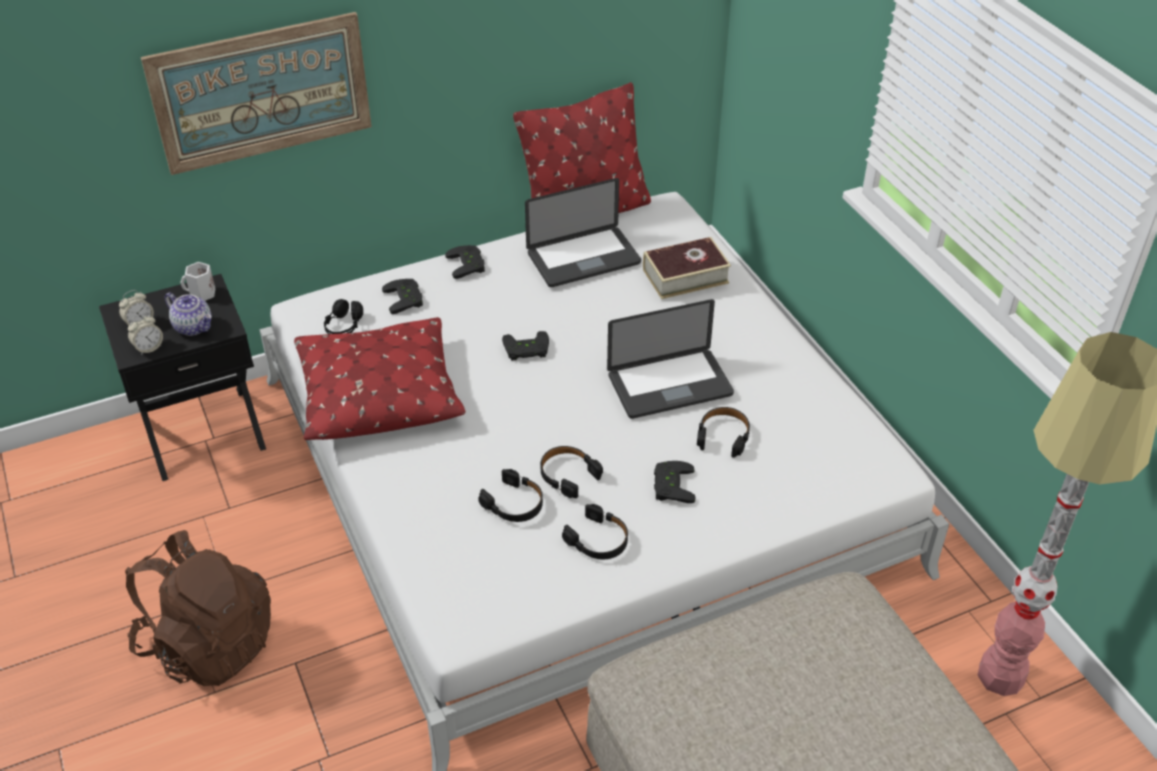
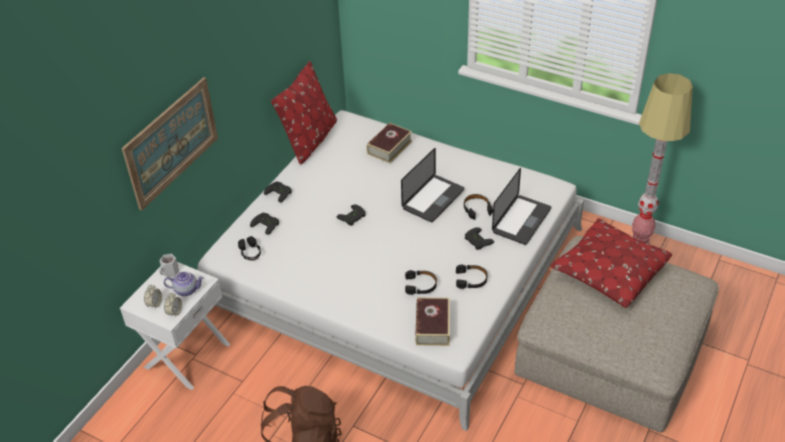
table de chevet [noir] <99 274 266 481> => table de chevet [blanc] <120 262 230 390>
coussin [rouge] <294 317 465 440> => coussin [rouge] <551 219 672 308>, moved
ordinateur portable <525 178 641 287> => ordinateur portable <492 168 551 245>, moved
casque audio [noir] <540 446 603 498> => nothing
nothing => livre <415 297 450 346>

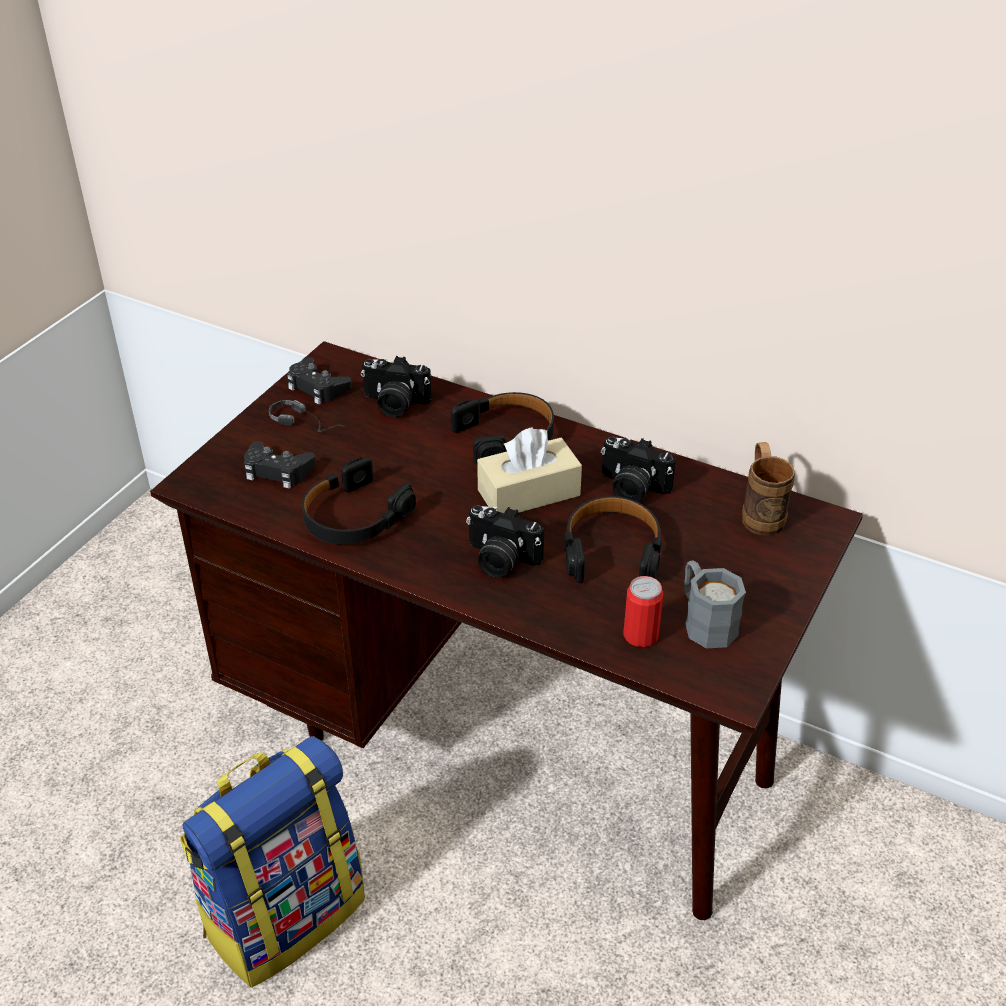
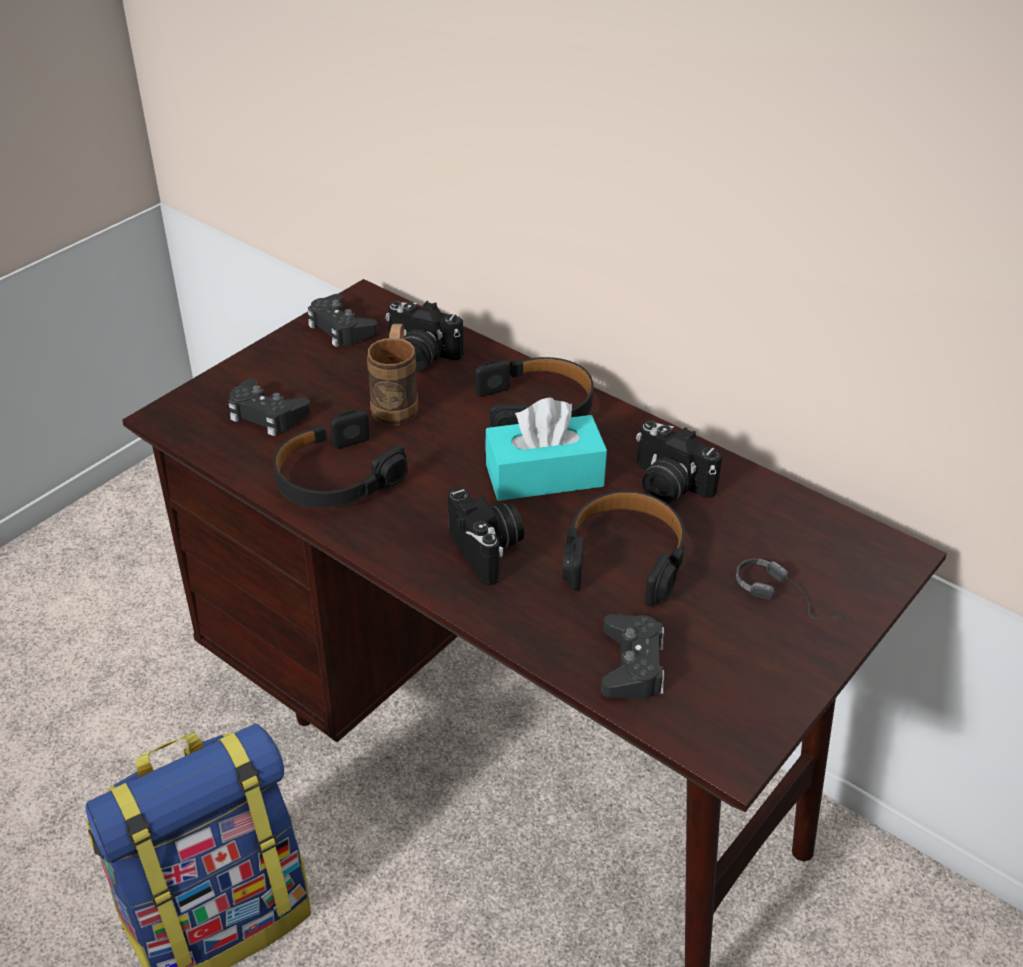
casque audio <269 400 345 432> => casque audio <736 559 857 620>, moved
appareil photo <466 505 544 578> => appareil photo <448 487 524 586>, 150 degrees counterclockwise
boîte à mouchoirs [beige] <477 427 582 513> => boîte à mouchoirs [turquoise] <485 397 607 501>
boîte métallique <624 576 663 647> => manette [noir] <601 614 664 699>
mug [gris] <684 560 746 648> => nothing
mug [marron] <742 442 795 536> => mug [marron] <367 324 418 426>, moved

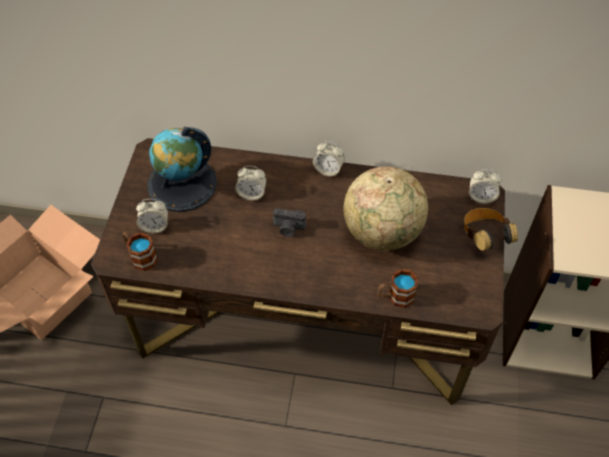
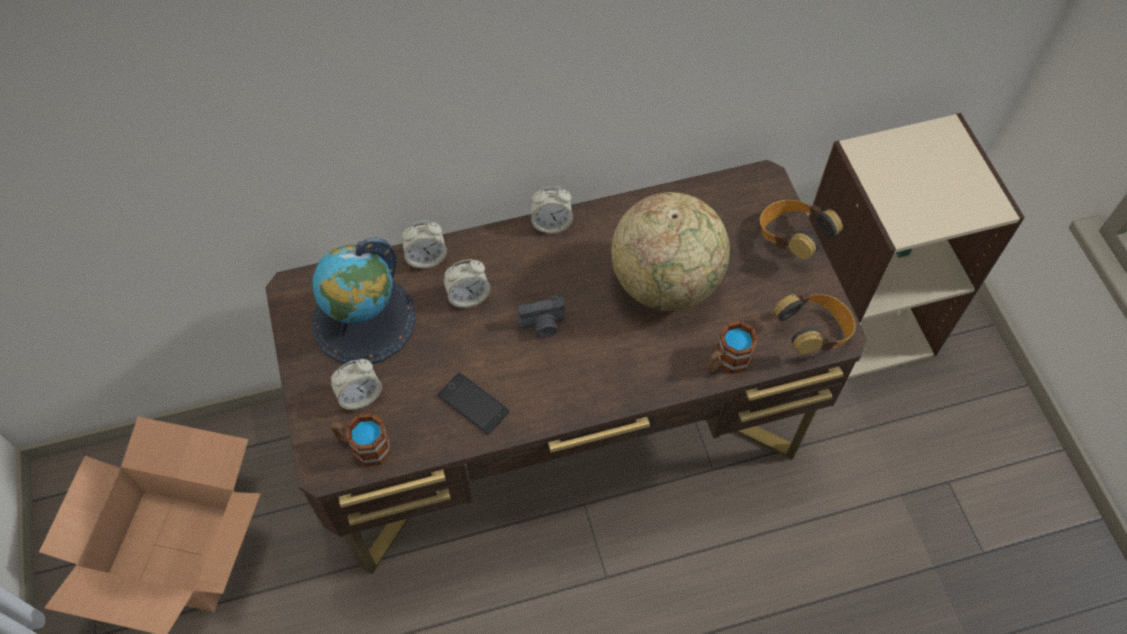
réveil <469 169 502 204> => réveil <402 220 447 269>, moved
nothing => téléphone <438 373 509 434>
nothing => casque audio <773 293 855 354>

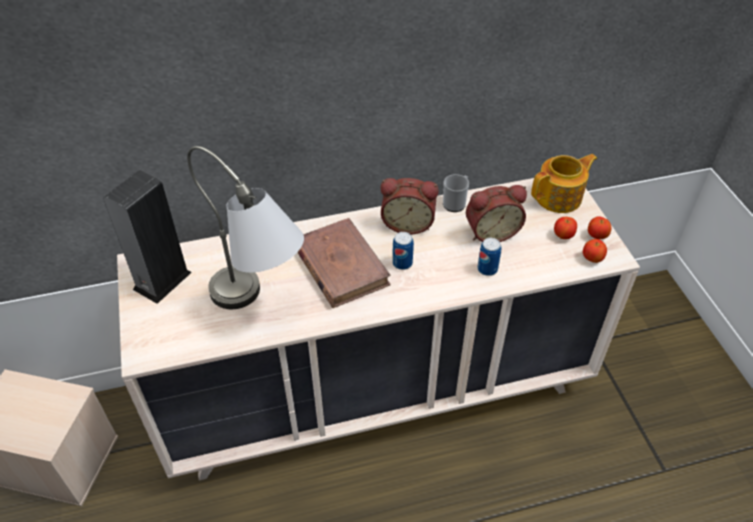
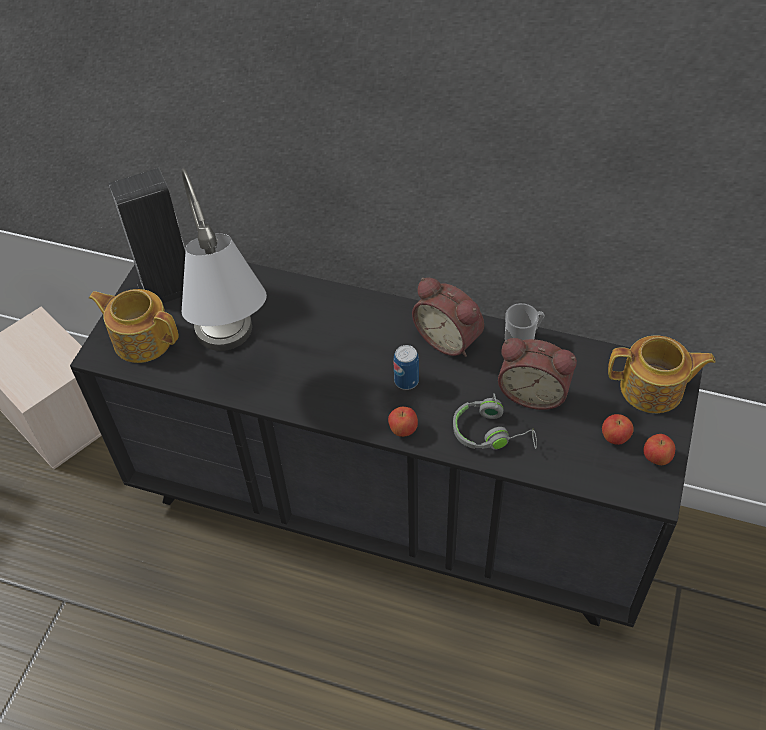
commode [beige] <117 178 640 481> => commode [noir] <70 250 703 627>
livre [marron] <297 218 391 308> => nothing
boîte métallique <477 238 501 276> => casque audio [gris] <453 394 537 450>
pomme <583 239 607 263> => pomme <388 407 418 437>, moved
nothing => théière <89 289 179 363>

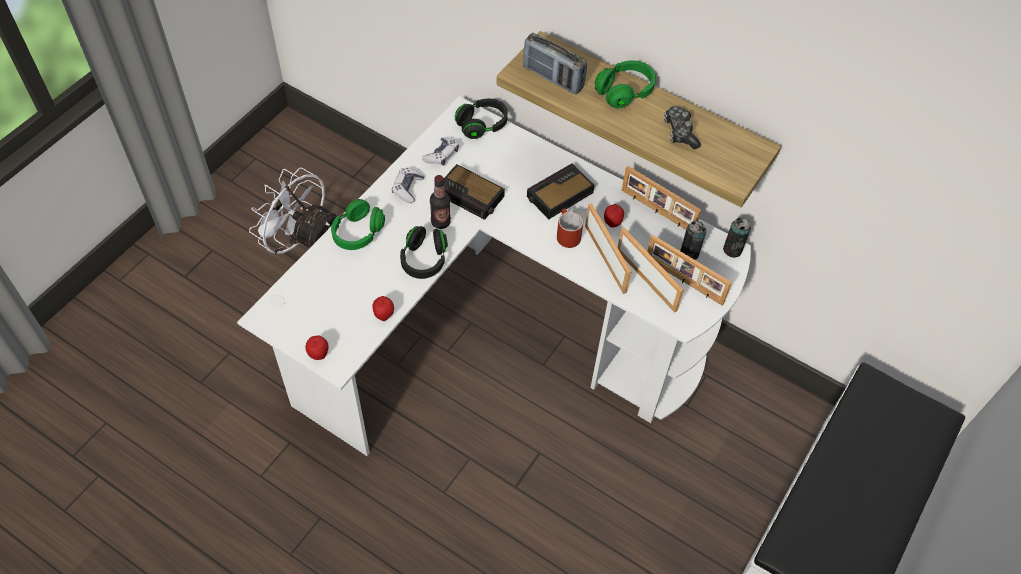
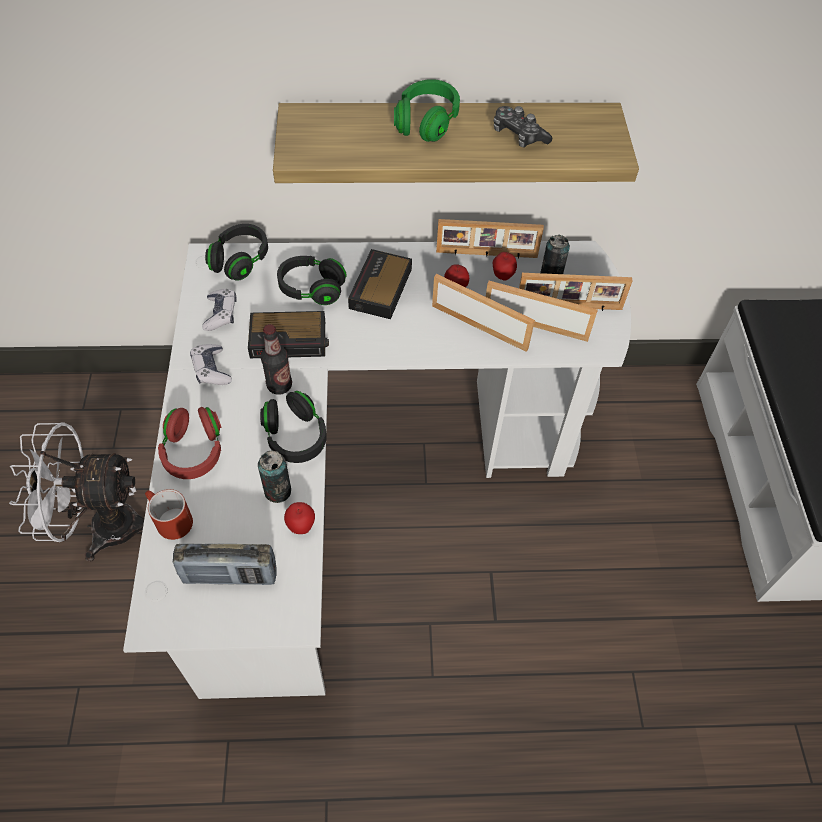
pomme <305 336 329 360> => pomme <493 252 517 281>, moved
casque audio [vert] <331 199 385 250> => casque audio [rouge] <158 407 221 479>
radio <523 33 587 95> => radio <173 544 277 585>, moved
mug [rouge] <557 208 583 248> => mug [rouge] <145 489 193 540>, moved
boîte métallique <723 218 751 258> => boîte métallique <258 451 291 503>, moved
nothing => casque audio [noir] <277 256 347 305>

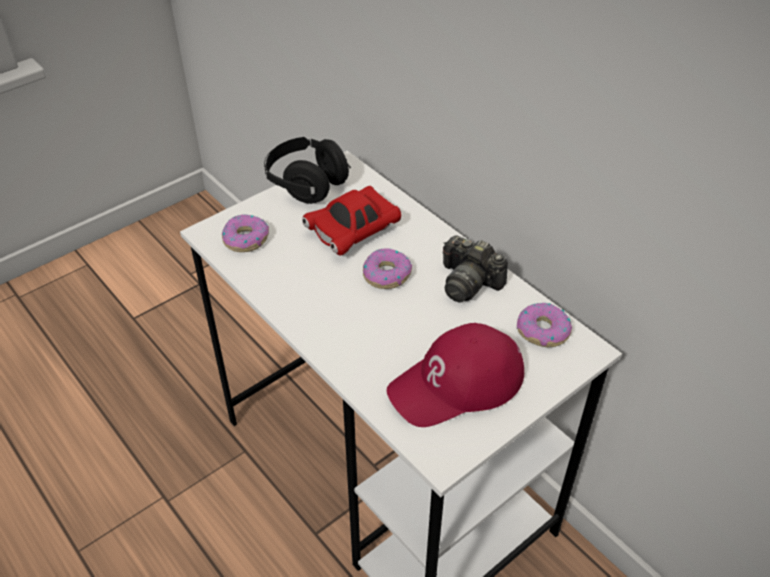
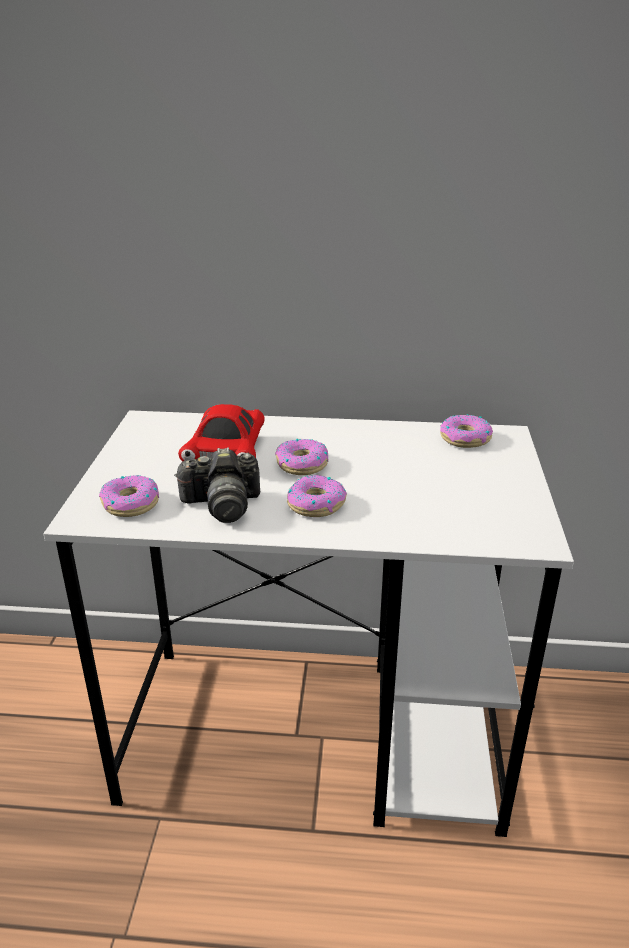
casque audio [noir] <264 137 351 204> => nothing
casquette [rouge] <387 323 524 427> => nothing
appareil photo <443 235 508 302> => appareil photo <174 447 260 523>, moved
nothing => beignet <287 475 347 517>

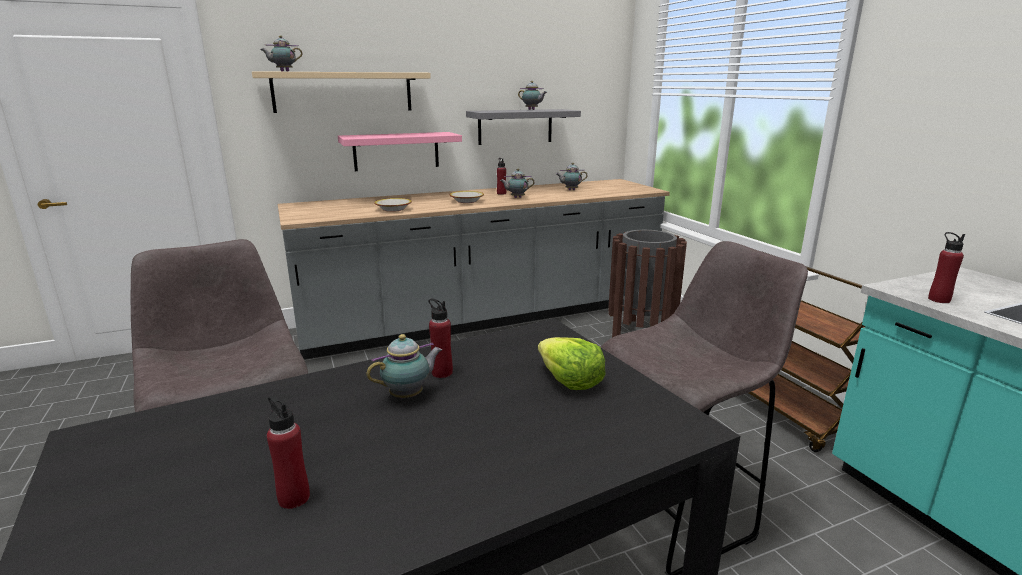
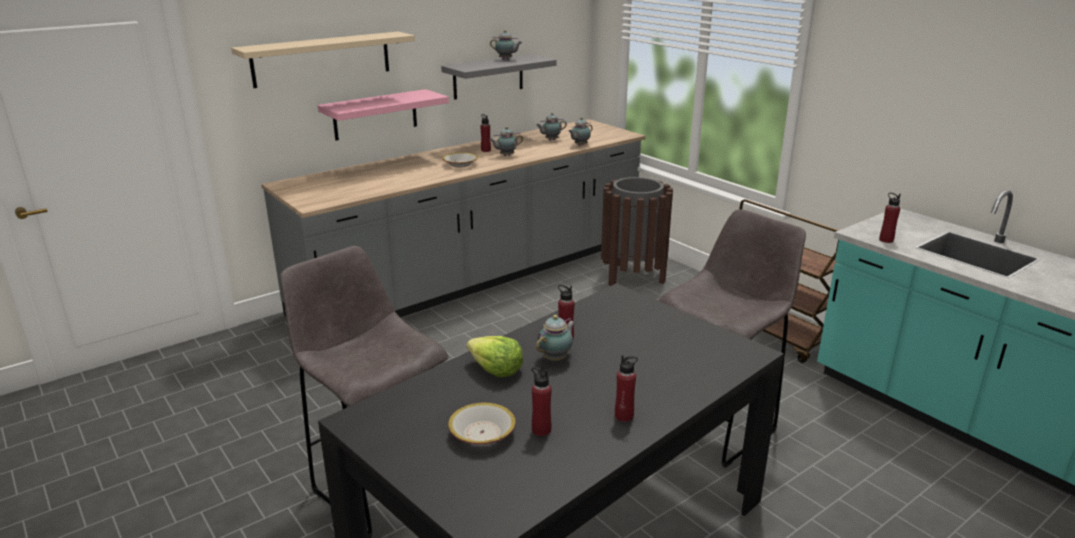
théière <260 36 303 72> => théière <568 117 593 146>, moved
bol <374 198 412 212> => bol <448 403 516 445>, moved
laitue <538 337 606 390> => laitue <467 336 523 377>, moved
nothing => bouteille [rouge] <615 355 638 422>

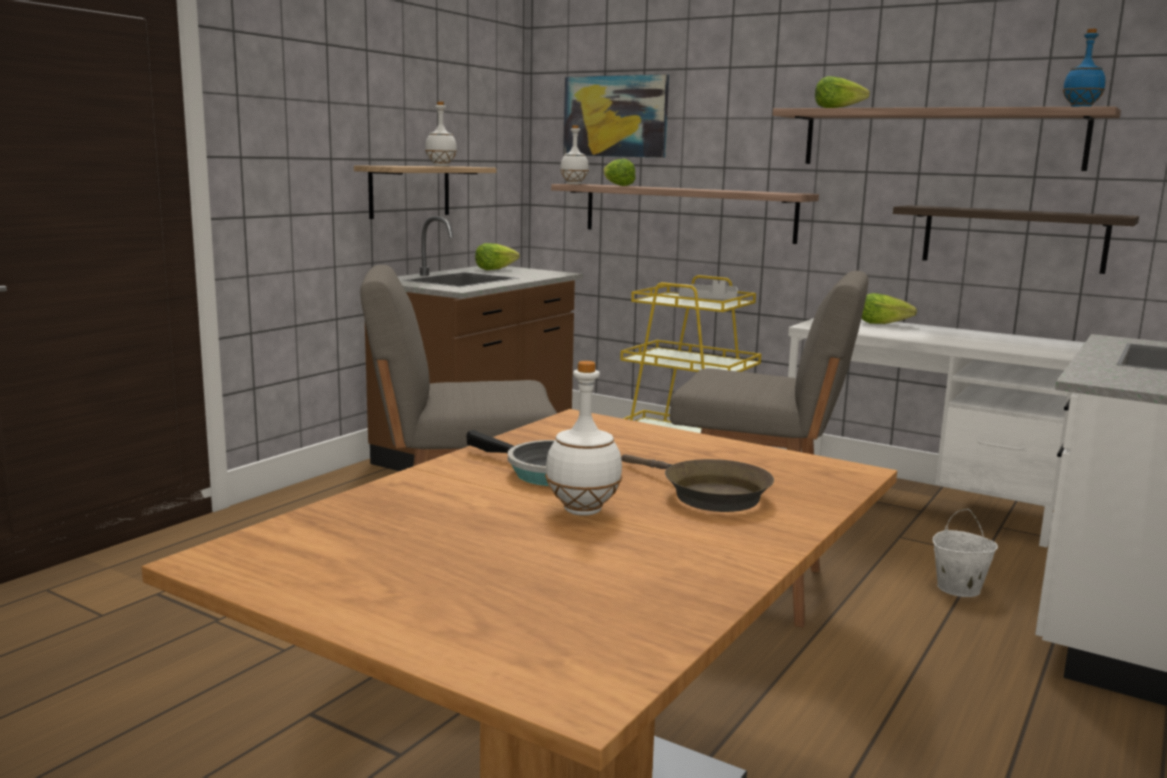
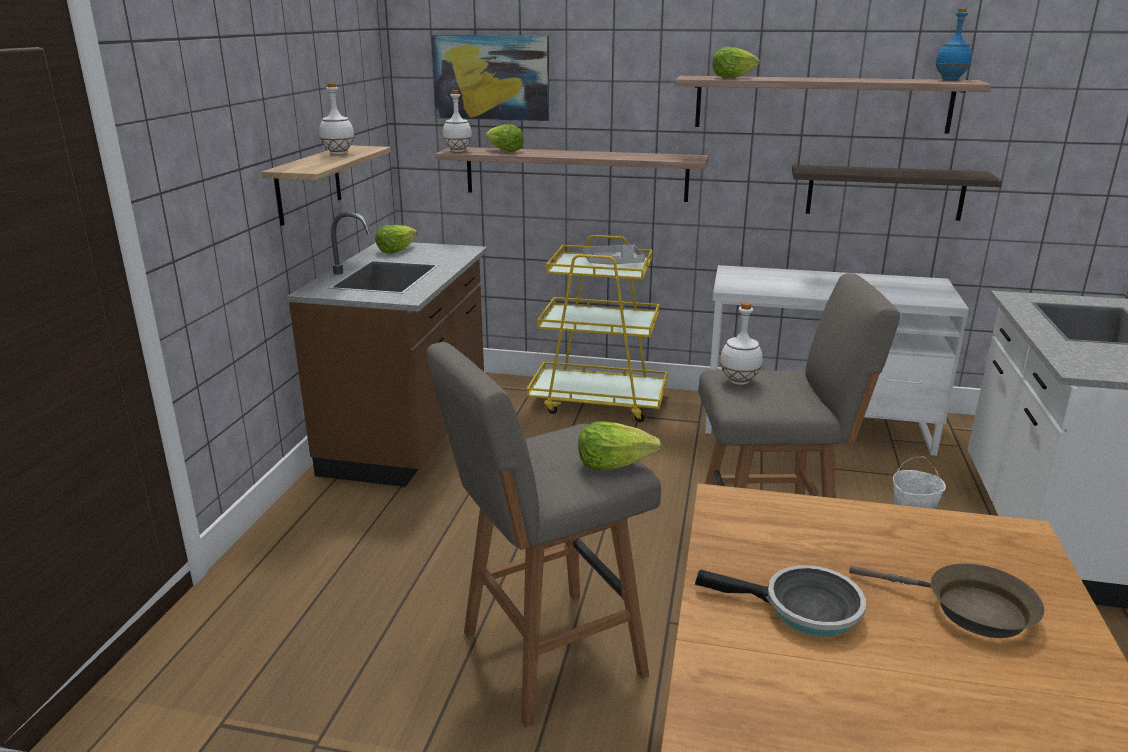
bouteille [blanc] <545 361 622 516> => bouteille [blanc] <720 302 763 385>, moved
laitue <862 293 917 324> => laitue <579 421 661 470>, moved

